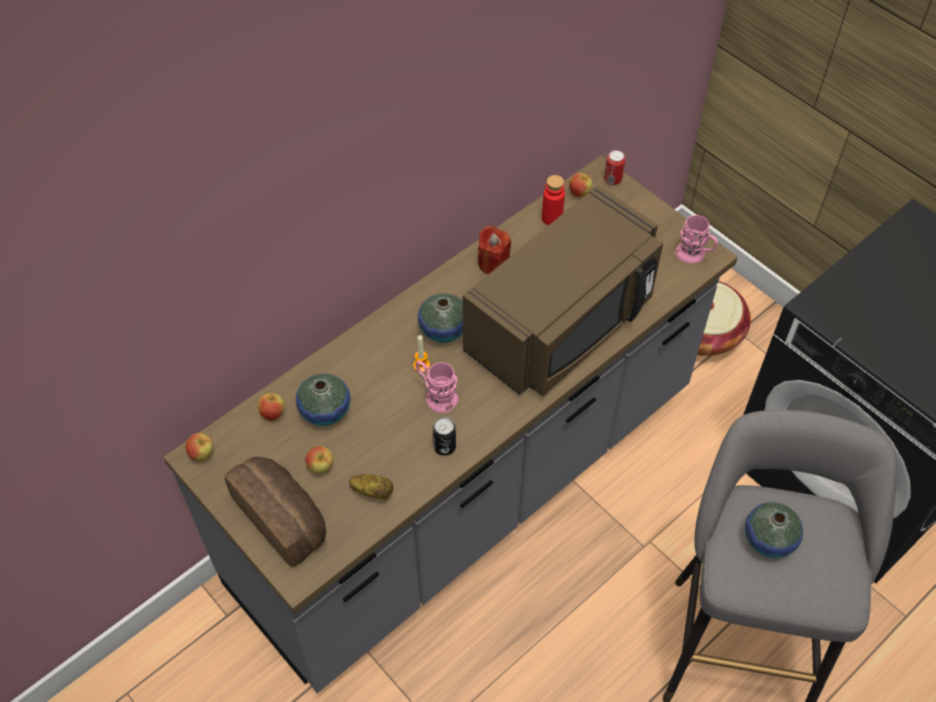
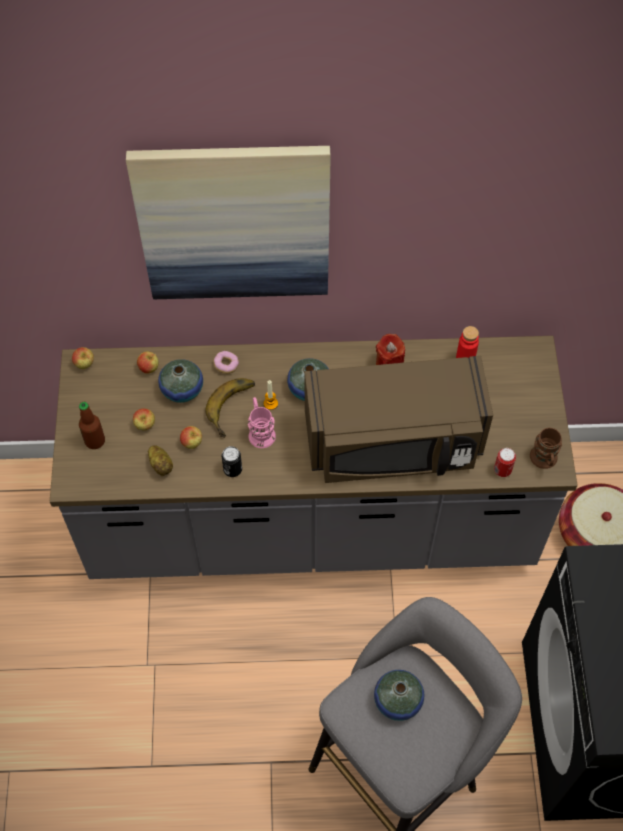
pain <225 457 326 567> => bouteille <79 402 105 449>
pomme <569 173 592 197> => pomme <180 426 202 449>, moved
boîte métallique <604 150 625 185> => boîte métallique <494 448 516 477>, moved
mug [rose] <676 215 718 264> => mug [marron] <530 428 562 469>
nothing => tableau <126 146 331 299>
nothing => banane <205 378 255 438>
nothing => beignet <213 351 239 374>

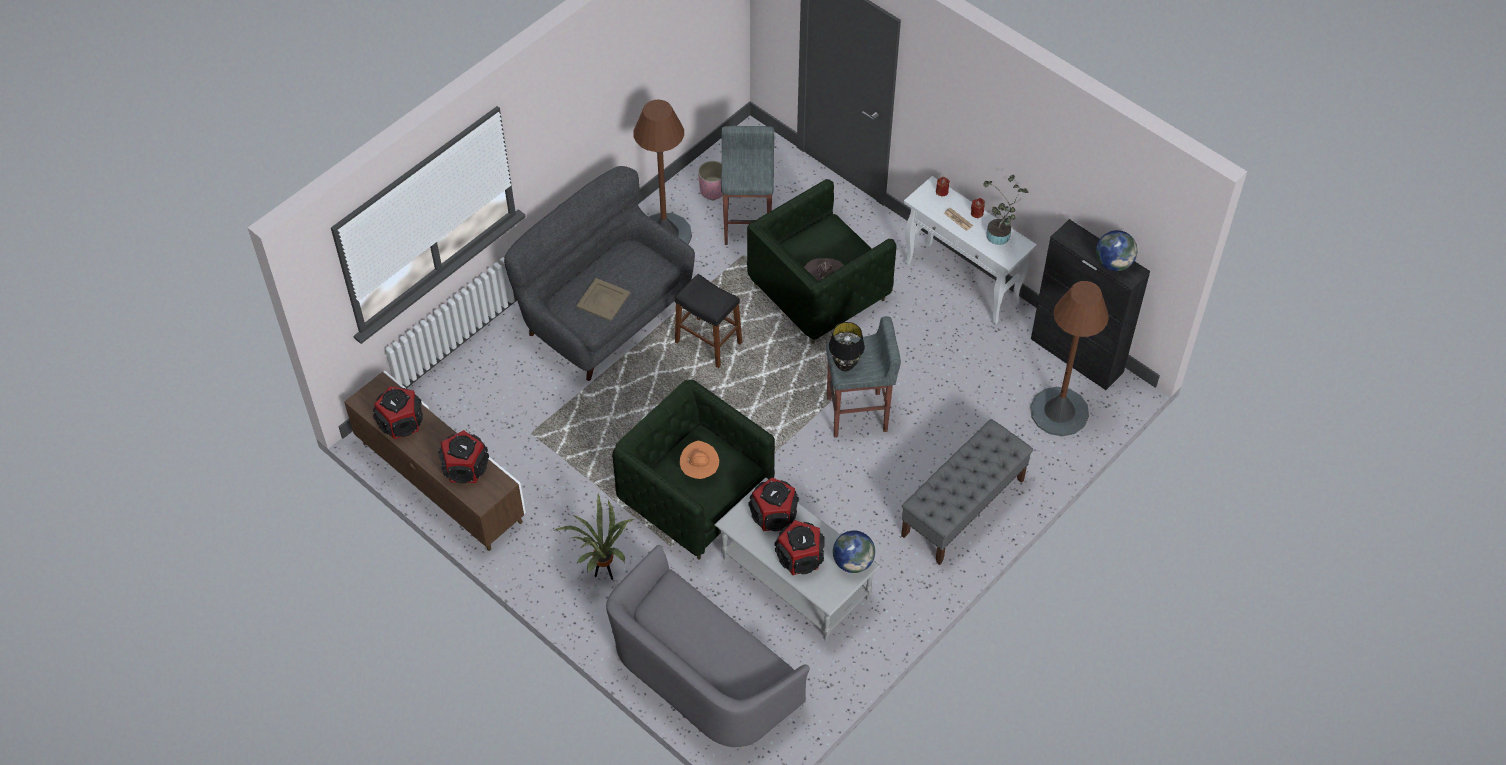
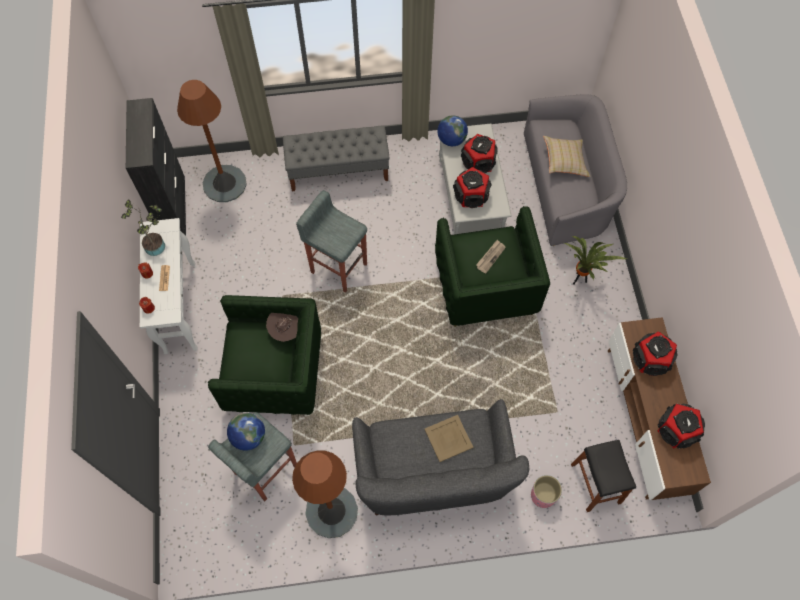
tabouret [noir] <675 274 742 368> => tabouret [noir] <571 440 636 512>, moved
chapeau [orange] <680 441 719 479> => journal <476 240 506 274>
cache-pot [rose] <698 161 723 200> => cache-pot [rose] <531 475 562 508>, moved
lampe de table [noir] <829 322 865 371> => nothing
globe <1096 230 1137 271> => globe <227 413 265 451>, moved
nothing => coussin [beige] <543 136 591 177>

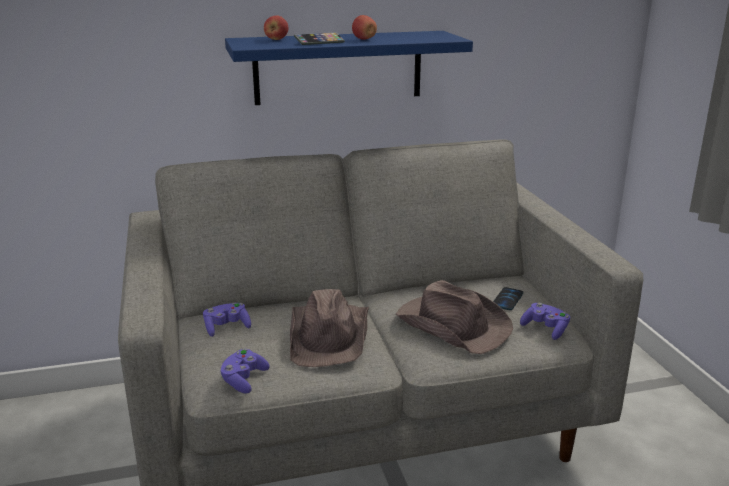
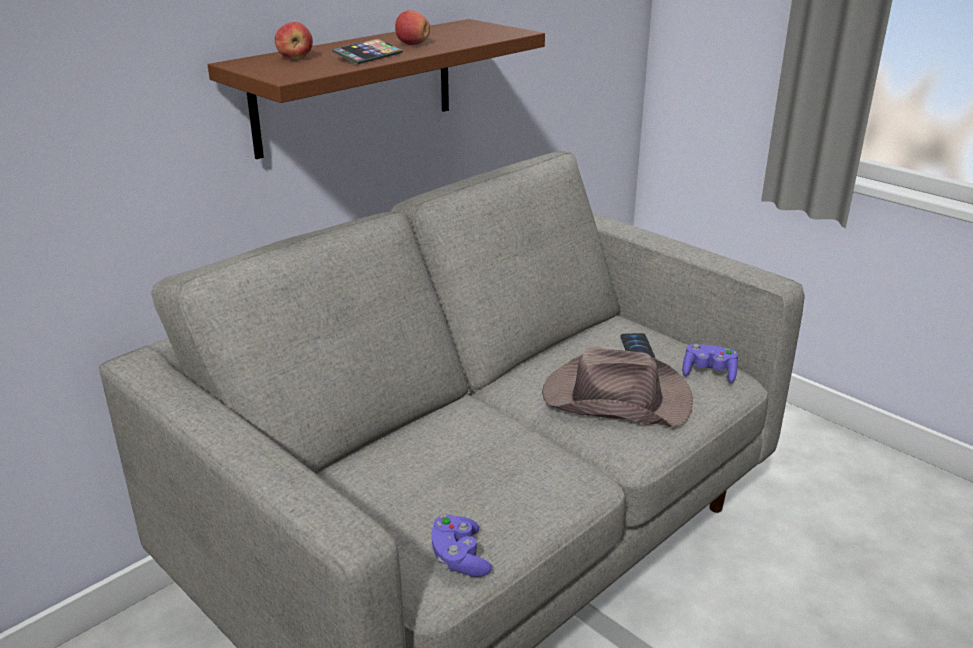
manette [violet] <203 303 251 337> => nothing
étagère [bleu] <225 31 473 105> => étagère [marron] <208 19 545 159>
chapeau [marron] <290 289 369 367> => nothing

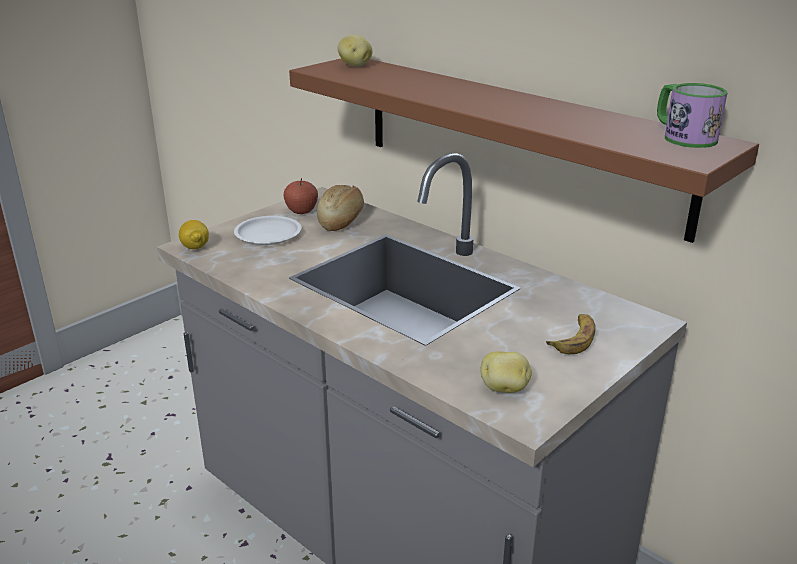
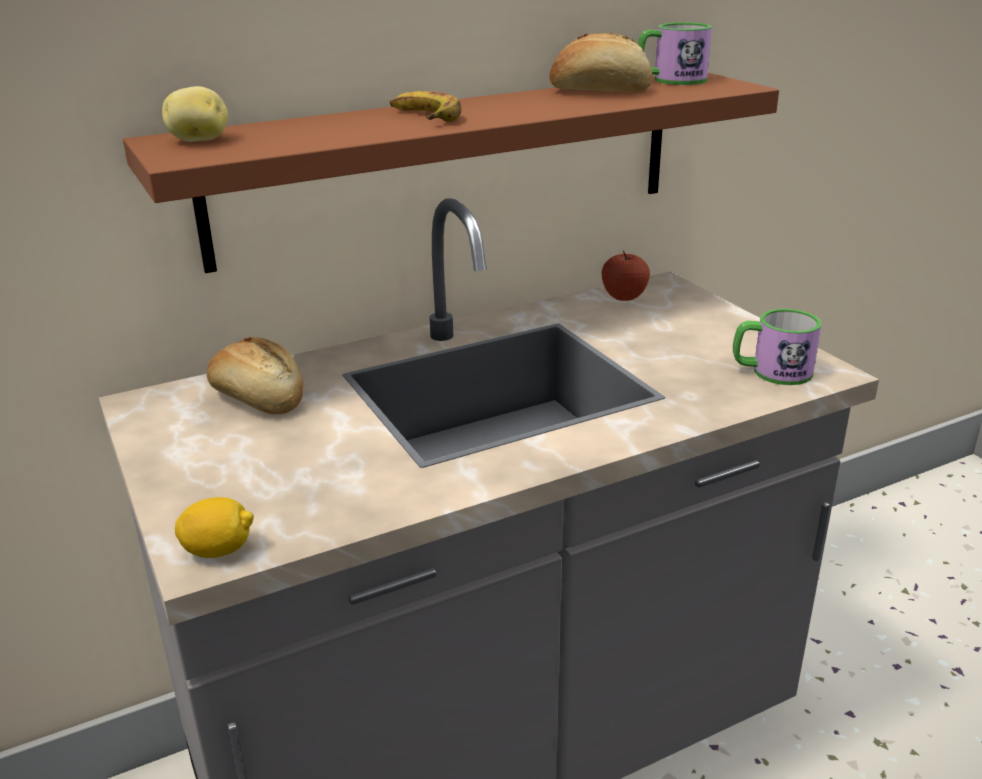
assiette [blanc] <234 216 301 245> => nothing
pomme <284 178 318 214> => pomme <602 250 650 301>, moved
pomme de terre <480 351 532 393> => mug <733 309 822 385>
banane <546 314 595 354> => banane <390 91 462 122>, moved
nothing => pain <550 33 653 92>

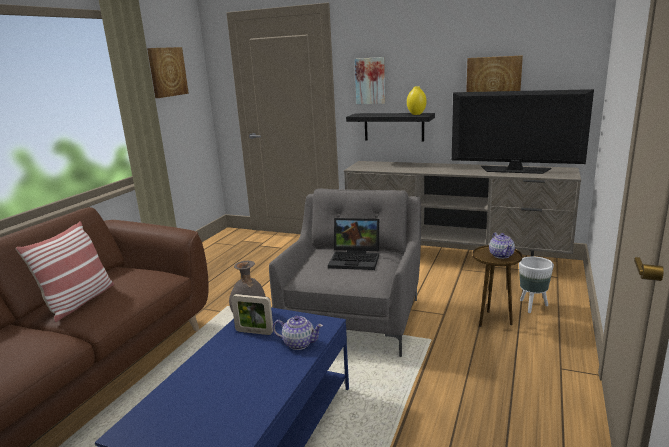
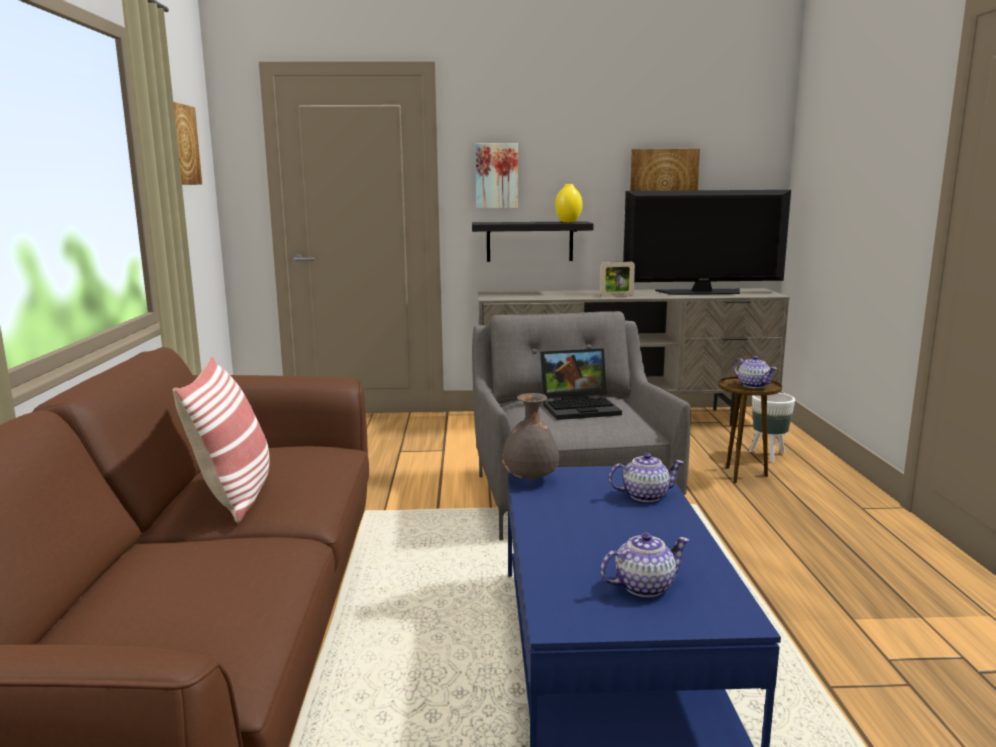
cadre photo <231 294 273 335> => cadre photo <600 262 635 297>, moved
nothing => théière <601 533 689 597>

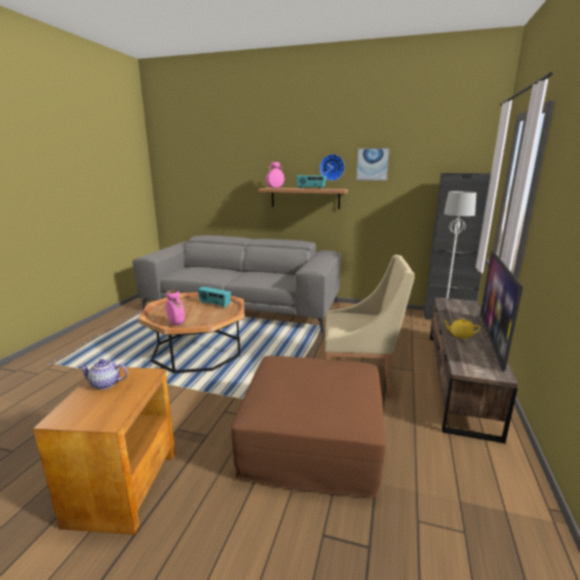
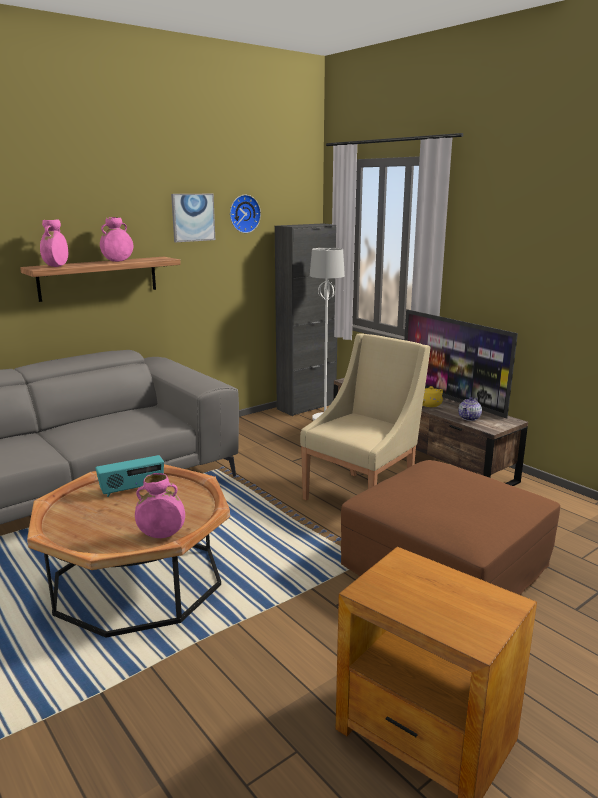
théière <78 359 128 390> => théière <458 397 482 421>, moved
radio <296 175 326 189> => vase [rose] <100 217 133 262>
horloge murale <320 154 345 181> => horloge murale <230 195 261 233>, moved

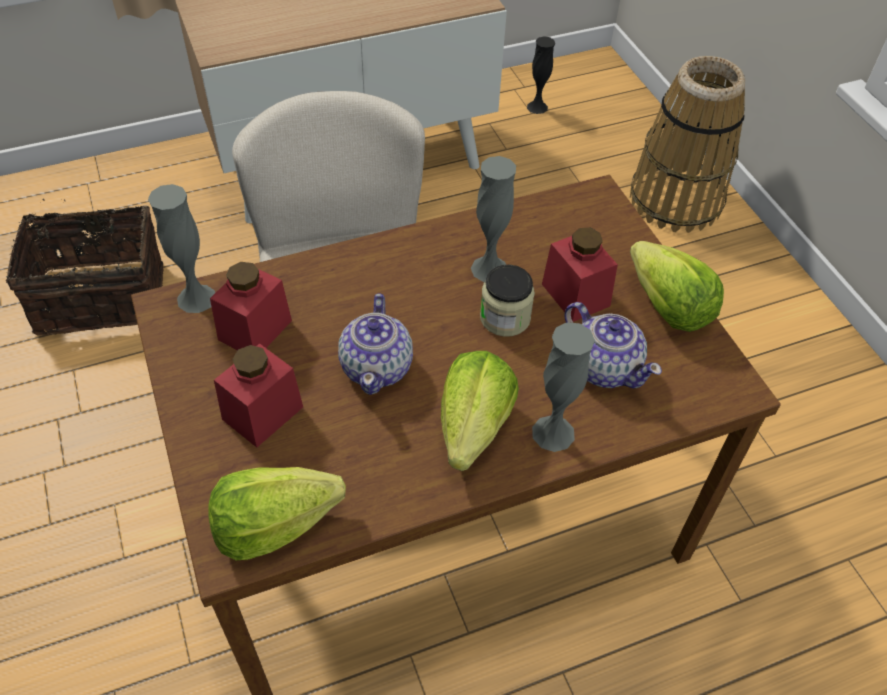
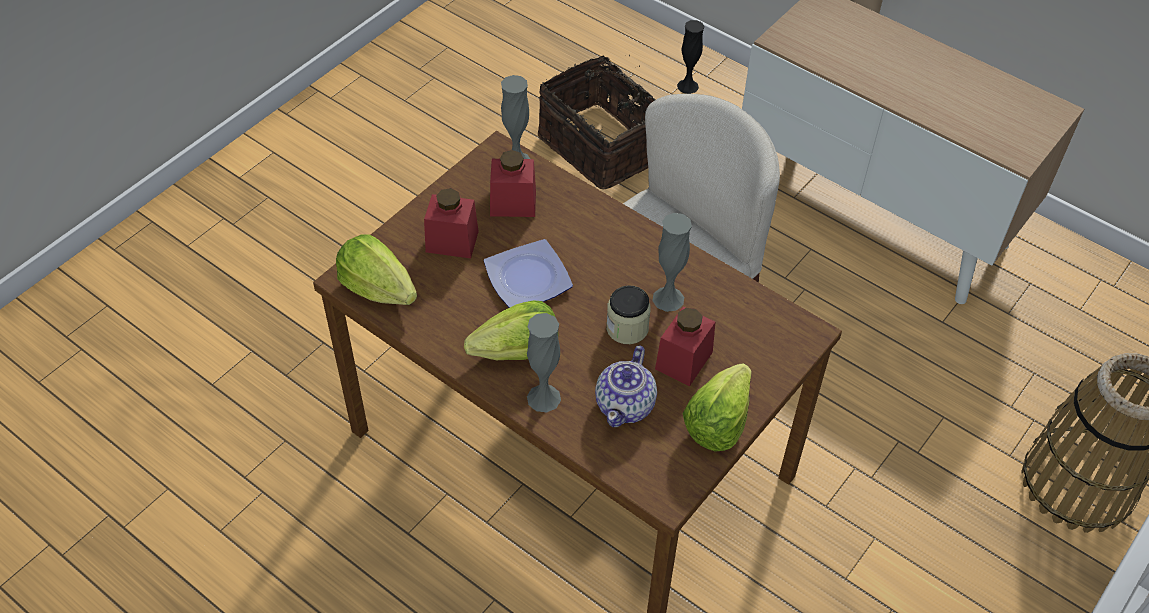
théière <338 293 413 395> => assiette <484 239 573 308>
vase [noir] <527 36 555 114> => vase [noir] <677 20 704 94>, moved

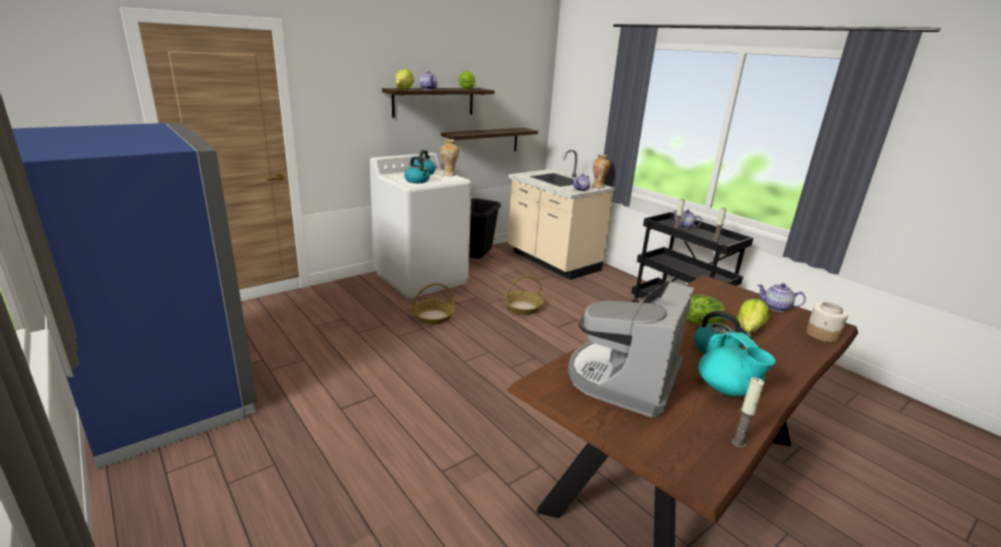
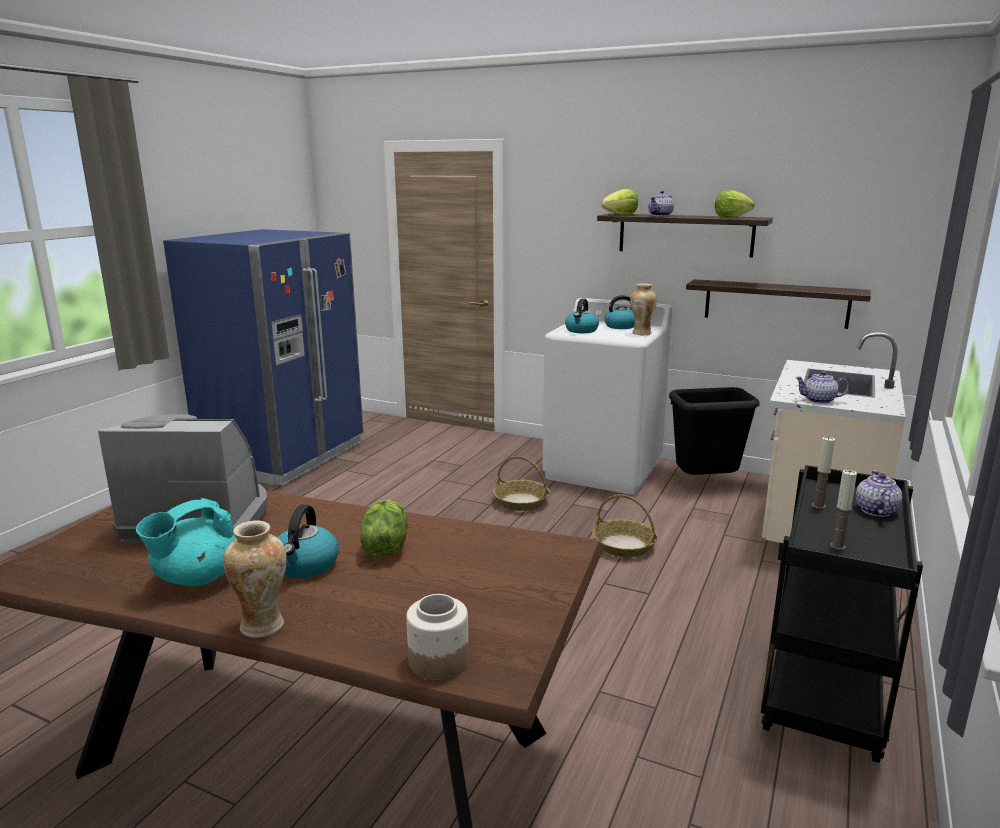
vase <592 154 610 188> => vase <223 520 287 638>, moved
bougie <732 377 764 448> => nothing
laitue <737 299 770 333> => nothing
théière <758 283 806 312> => nothing

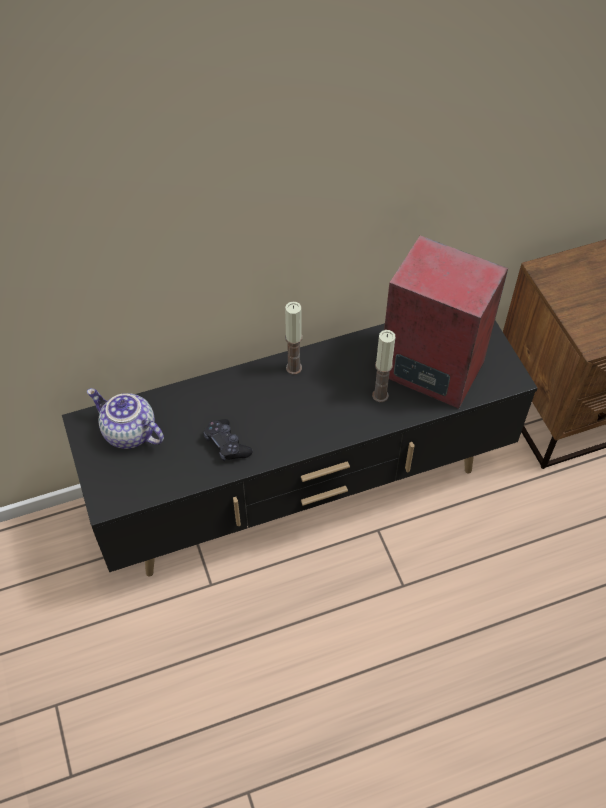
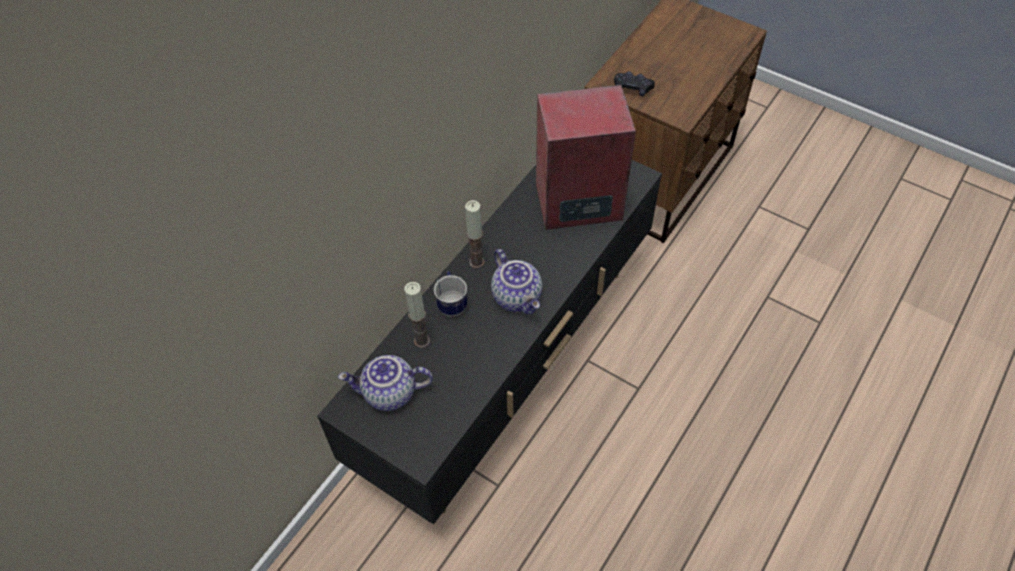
manette [noir] <204 419 253 461> => manette [noir] <614 71 655 96>, moved
bougie <372 330 395 402> => bougie <404 282 430 348>, moved
nothing => mug <434 271 467 317>
nothing => théière <491 249 542 315>

